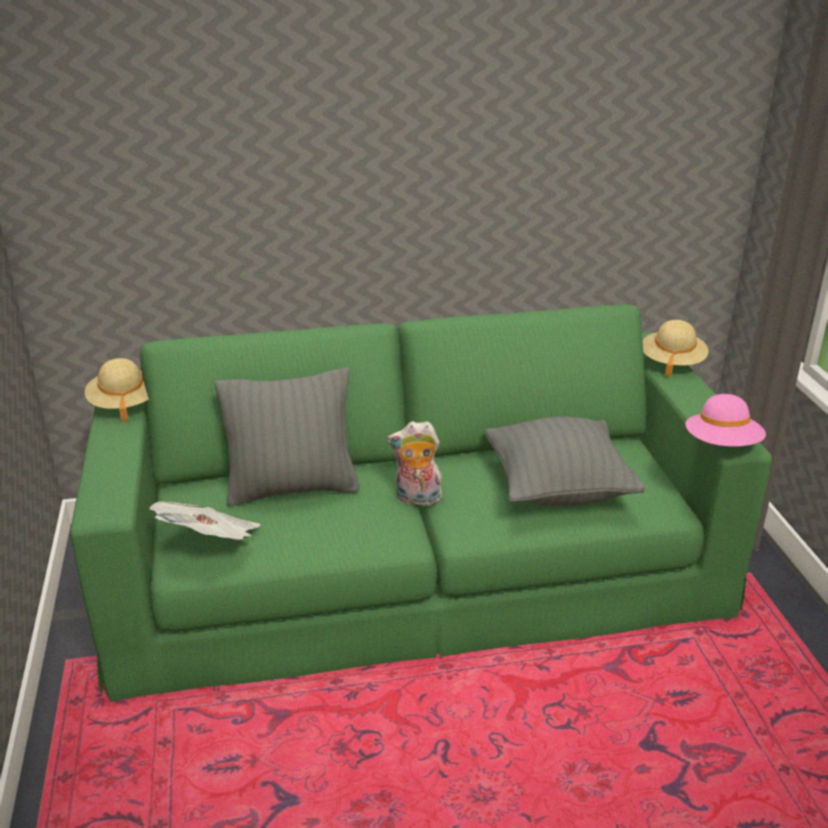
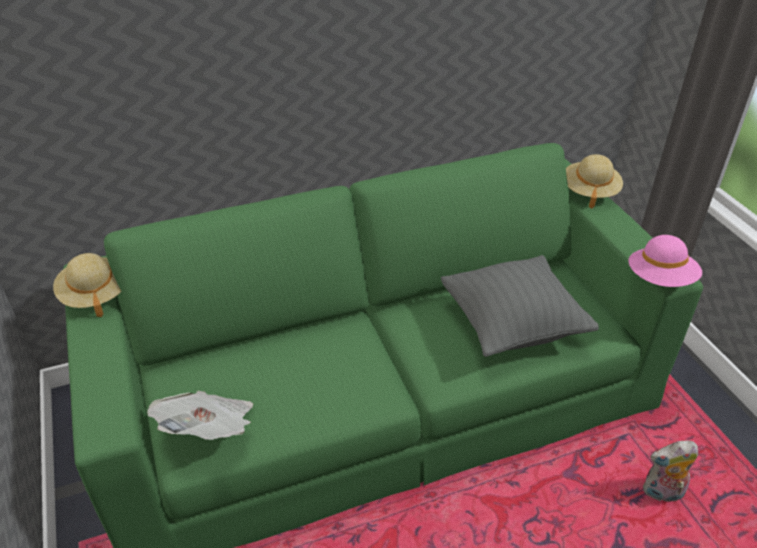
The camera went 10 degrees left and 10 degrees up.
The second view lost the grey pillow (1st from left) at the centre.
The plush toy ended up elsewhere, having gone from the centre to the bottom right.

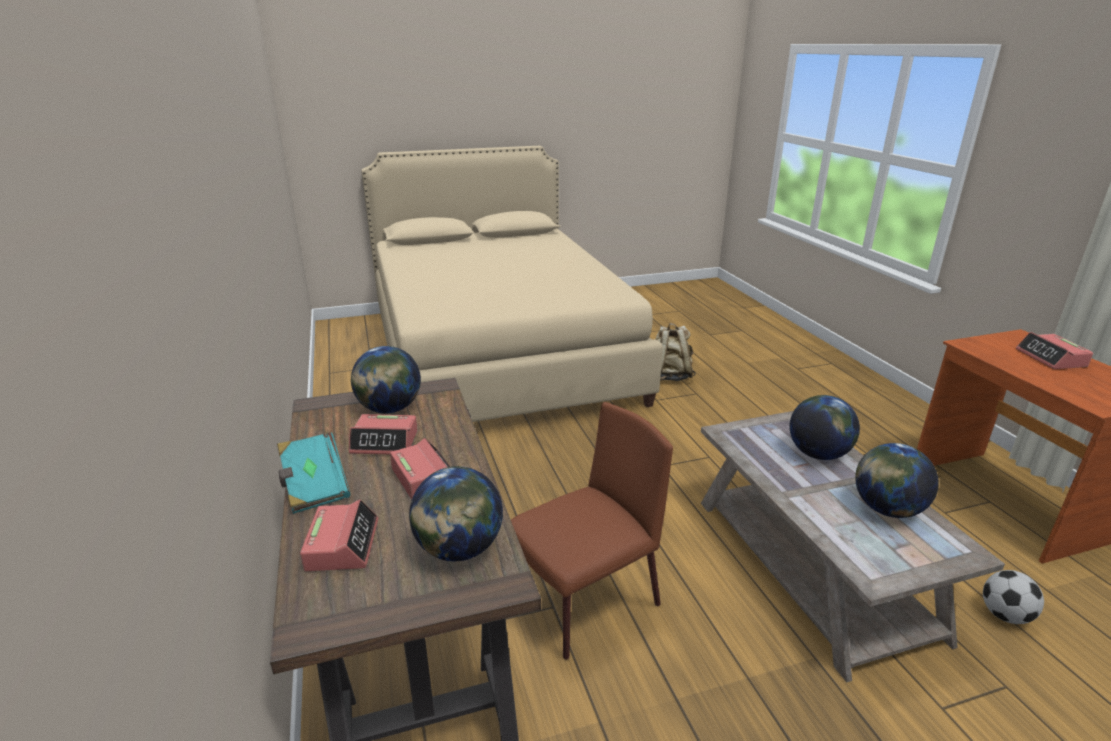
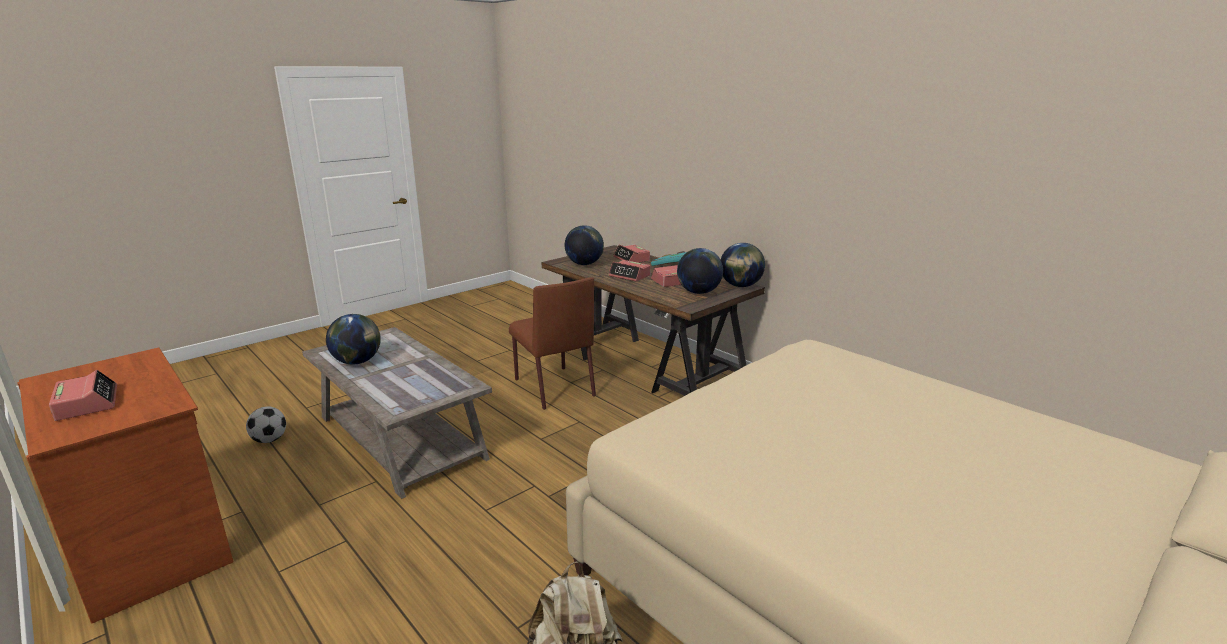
The camera went 155 degrees right and 5 degrees down.
The globe (3rd from left in the first image) ended up elsewhere, having gone from the middle right to the centre.
The brown chair at the bottom centre ended up facing another way, 60 degrees counterclockwise from before.

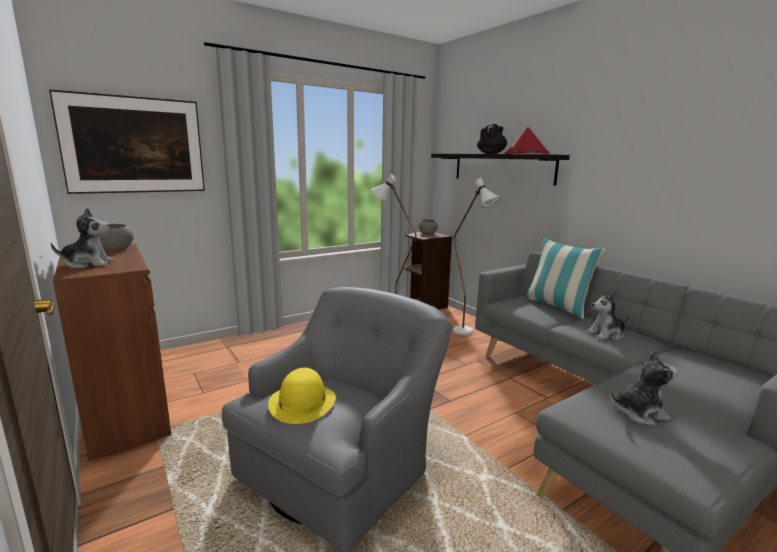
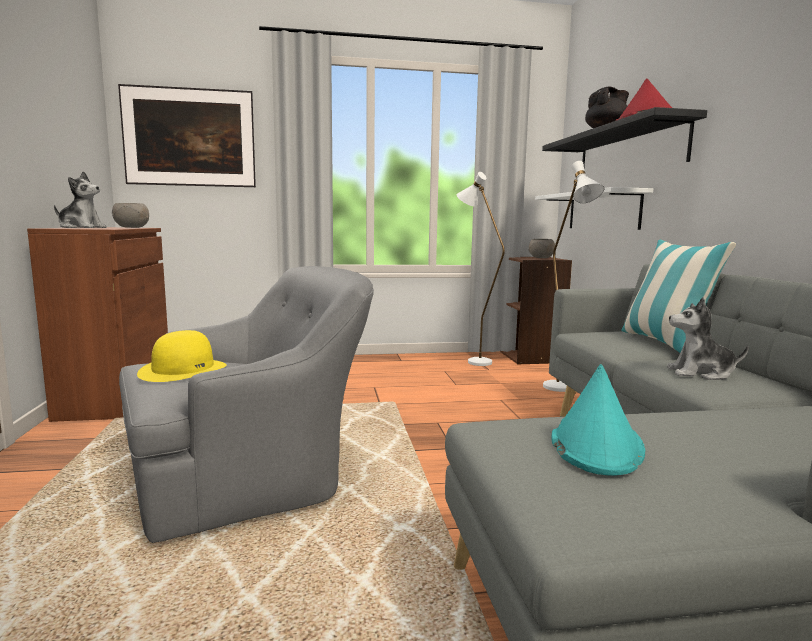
The camera went 25 degrees right and 5 degrees down.
Where the plush toy (3rd from left) stood at the bottom right, the turquoise hat came to stand at the middle right.
The second view gained the white shelf at the top right.

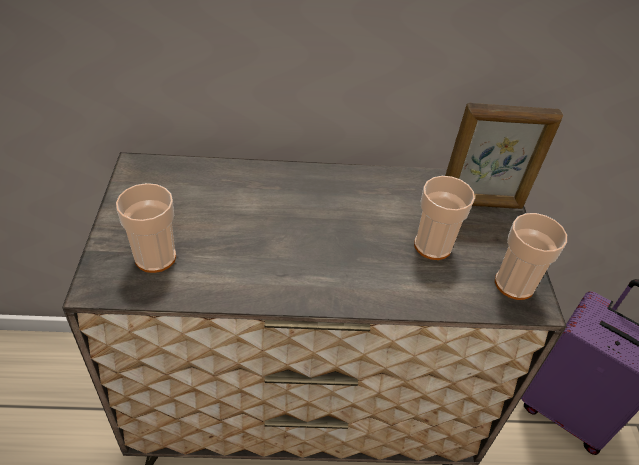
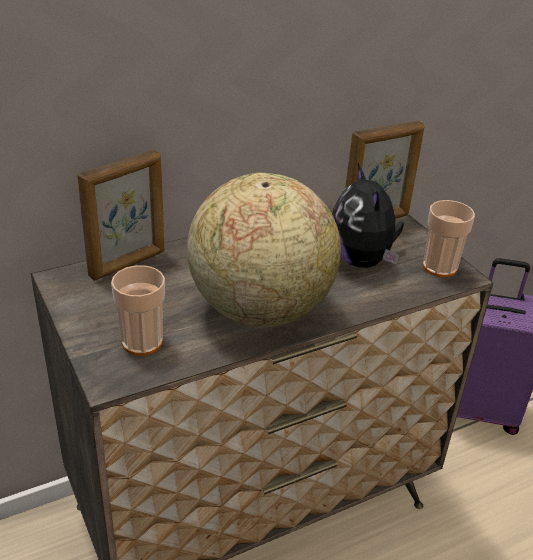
The camera went 25 degrees left and 10 degrees down.
Where the cup (2nd from left) stood at the middle right, the plush toy came to stand at the middle right.
The second view gained the picture frame (1st from left) at the middle left.
The second view gained the globe at the centre.

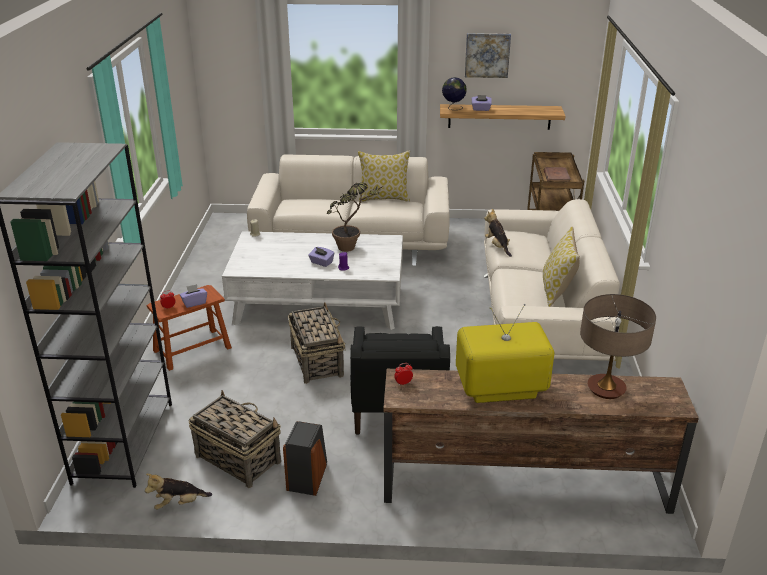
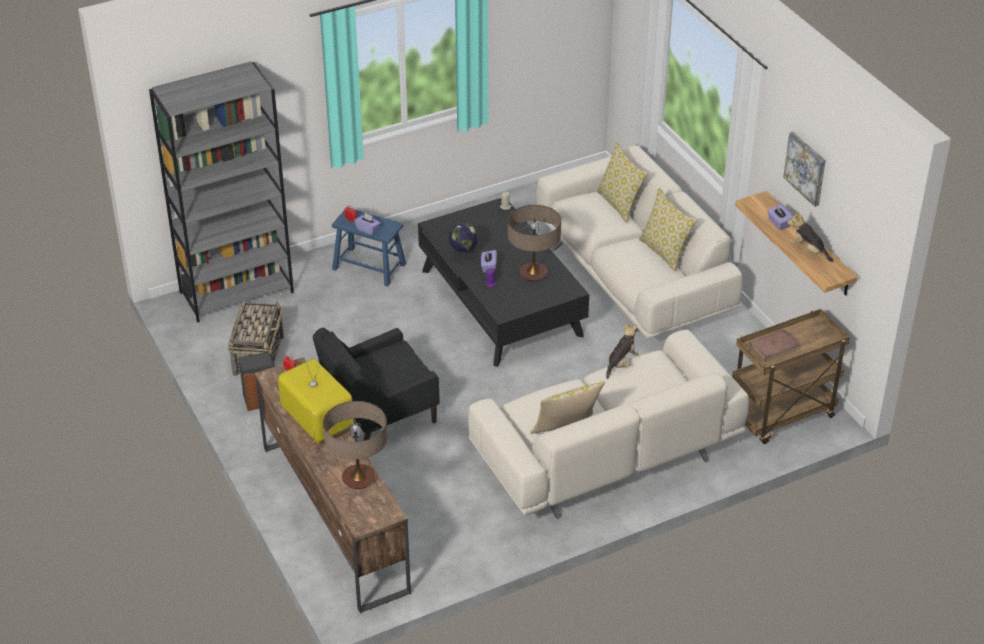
The camera went 60 degrees right and 10 degrees up.
The globe ended up elsewhere, having gone from the top centre to the centre.
Where the potted plant stood at the centre, the table lamp (2nd from left) came to stand at the centre.
What was the white coffee table at the centre turned into the black coffee table at the centre.
What was the brown stool at the middle left turned into the blue stool at the centre.
The second view lost the basket (2nd from left) at the centre.
The plush toy (1st from left in the first image) ended up elsewhere, having gone from the bottom left to the middle right.
The second view gained the pillow (2nd from left) at the top centre.

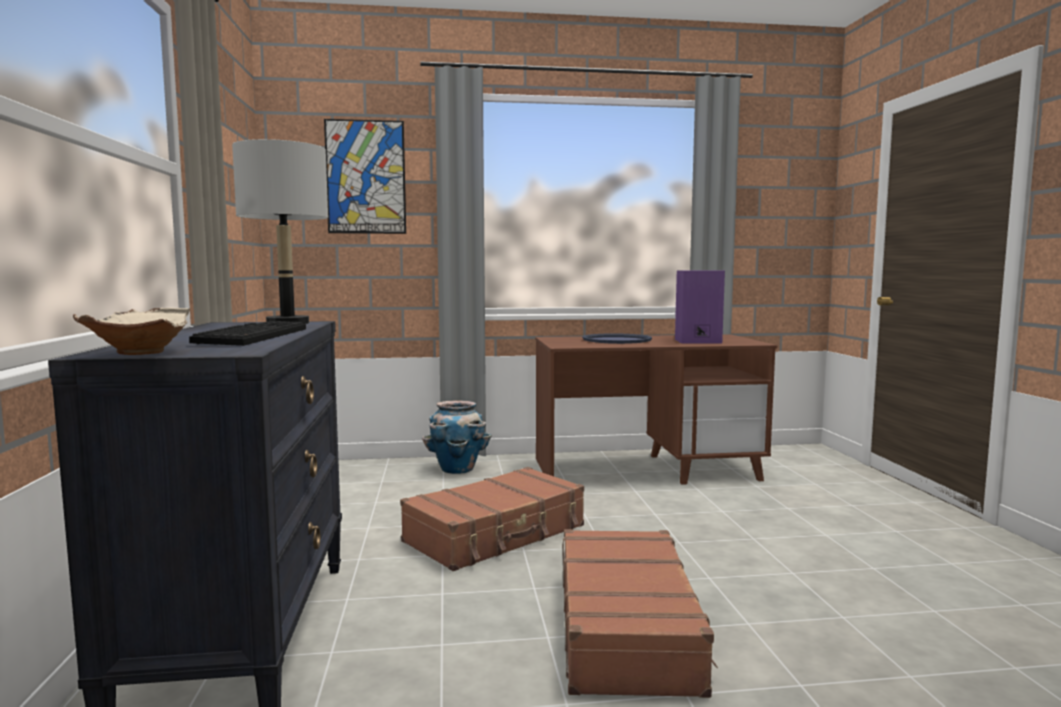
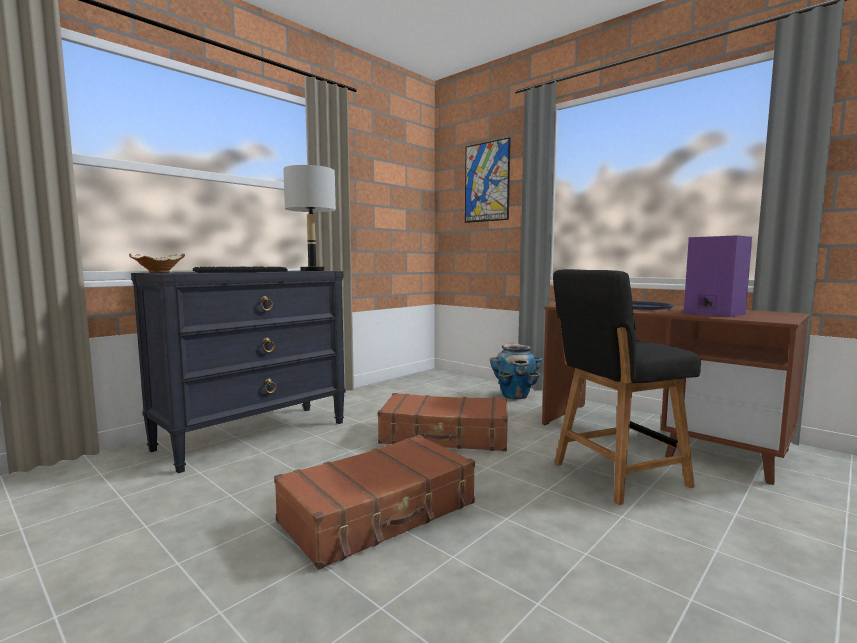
The camera went 50 degrees right and 0 degrees up.
The second view gained the black chair at the middle right.

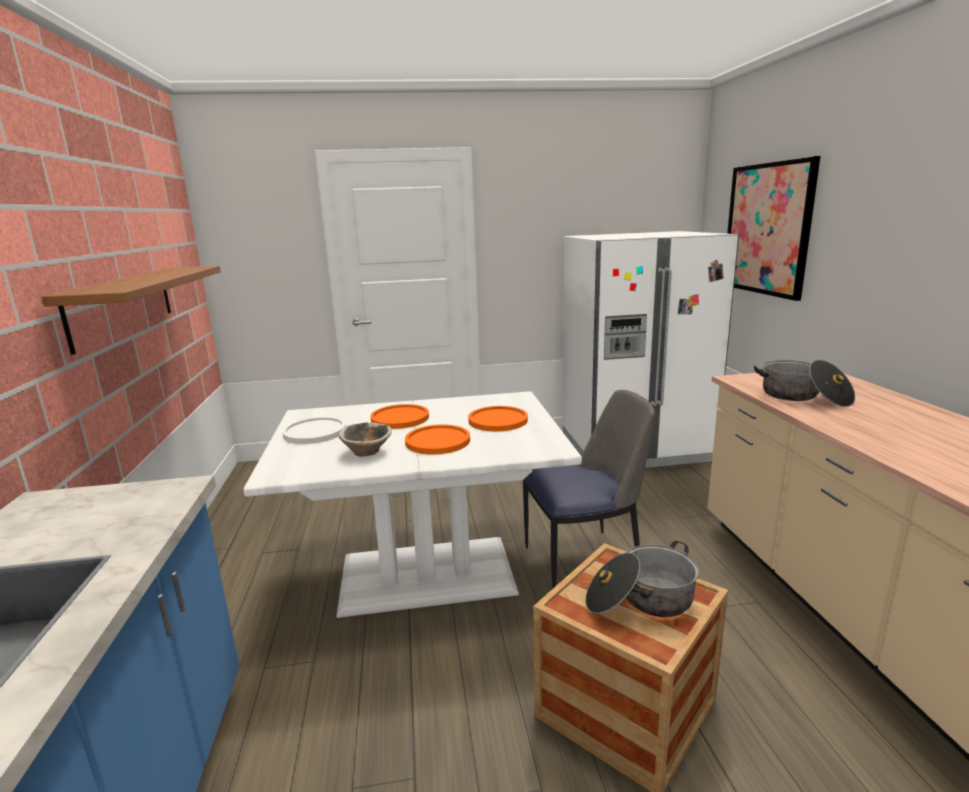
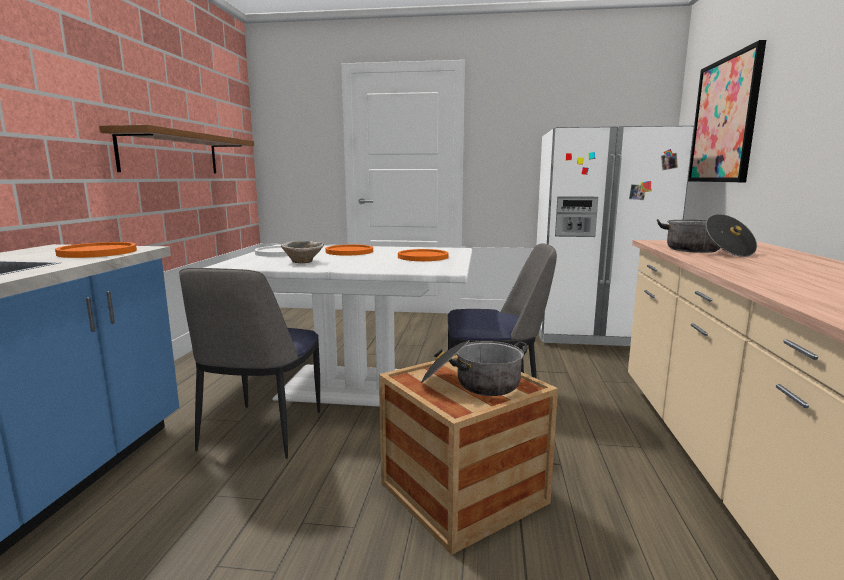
The camera went 15 degrees right and 5 degrees down.
The orange plate (2nd from left in the first image) ended up elsewhere, having gone from the centre to the middle left.
The second view gained the chair (1st from left) at the middle left.

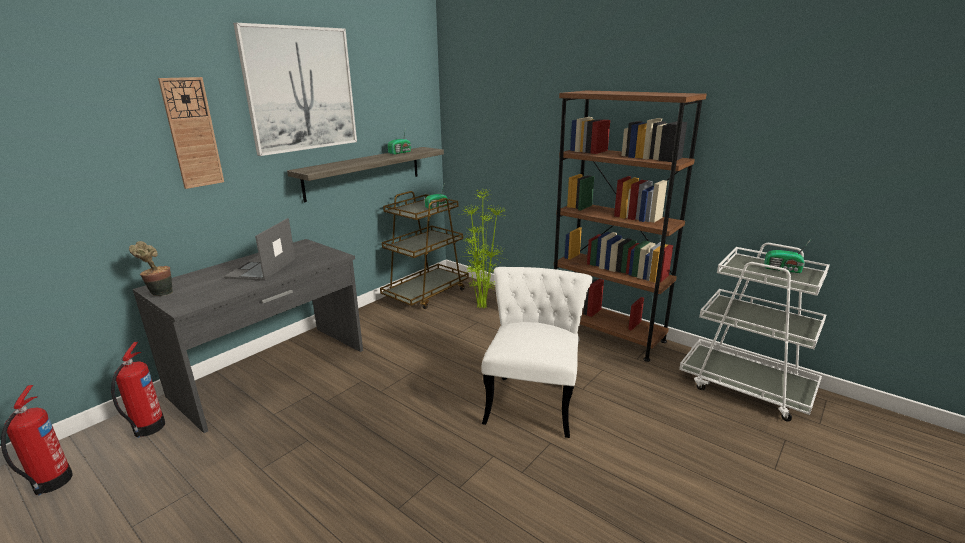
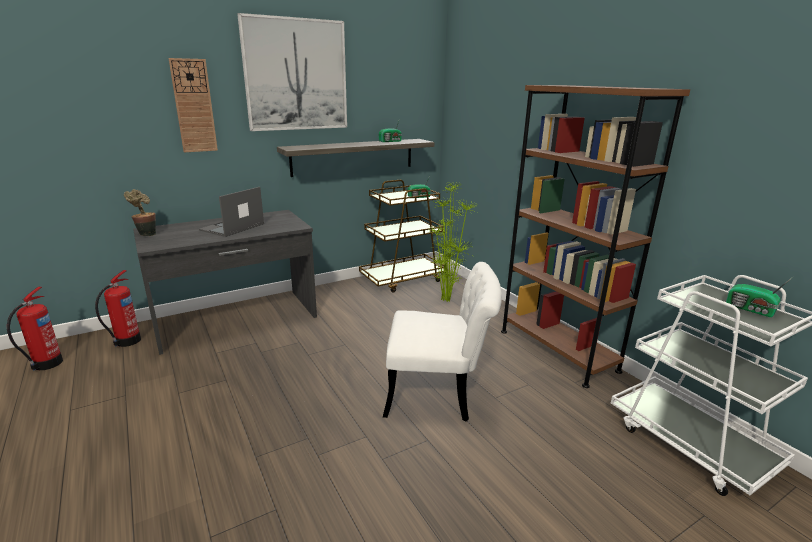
The camera went 20 degrees right and 0 degrees up.
The white chair at the centre ended up facing another way, 60 degrees clockwise from before.

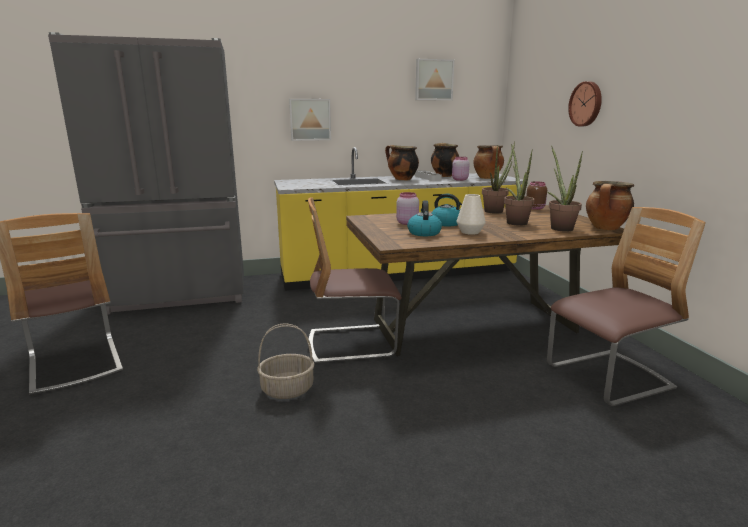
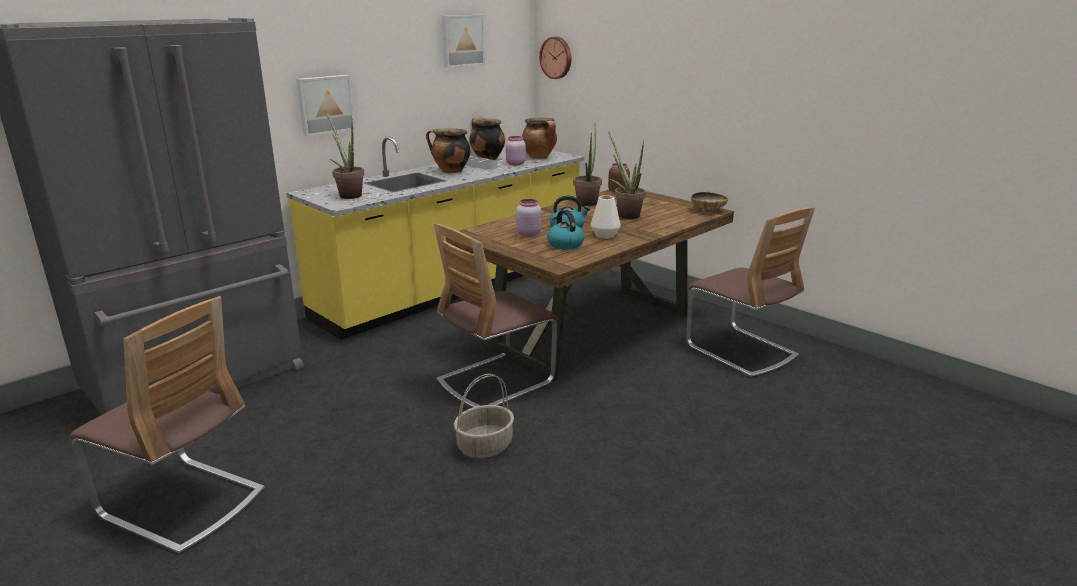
The camera went 30 degrees left and 5 degrees up.
The wall clock ended up elsewhere, having gone from the top right to the top centre.
The potted plant (3rd from left in the first image) ended up elsewhere, having gone from the middle right to the top left.
Where the cooking pot (4th from left) stood at the middle right, the beige bowl came to stand at the centre.
The chair (3rd from left) at the middle right ended up facing another way, 105 degrees clockwise from before.

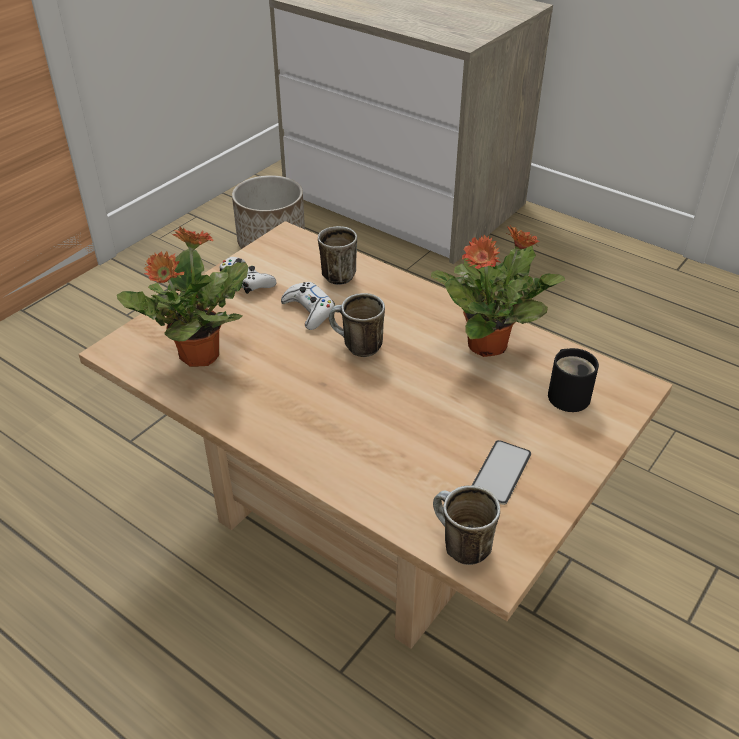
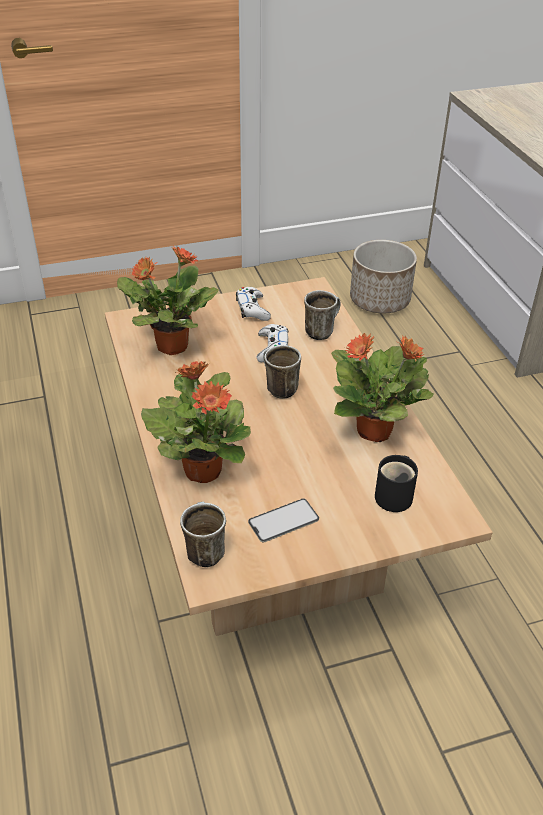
The camera went 35 degrees right and 0 degrees up.
The second view gained the potted plant (2nd from left) at the centre.

